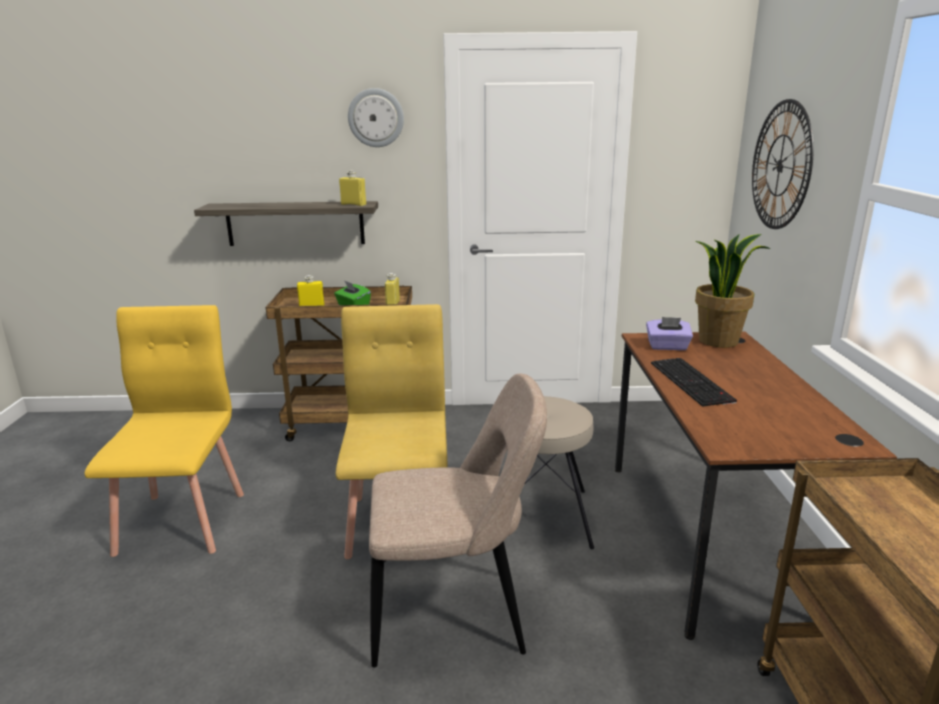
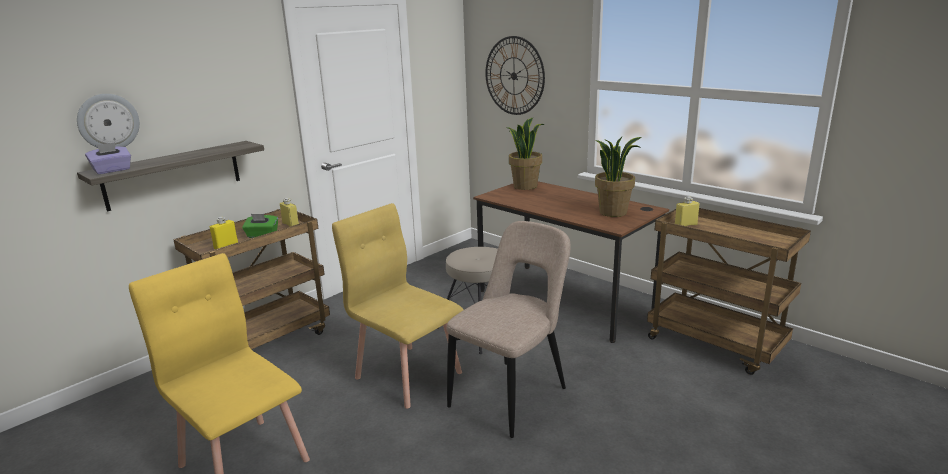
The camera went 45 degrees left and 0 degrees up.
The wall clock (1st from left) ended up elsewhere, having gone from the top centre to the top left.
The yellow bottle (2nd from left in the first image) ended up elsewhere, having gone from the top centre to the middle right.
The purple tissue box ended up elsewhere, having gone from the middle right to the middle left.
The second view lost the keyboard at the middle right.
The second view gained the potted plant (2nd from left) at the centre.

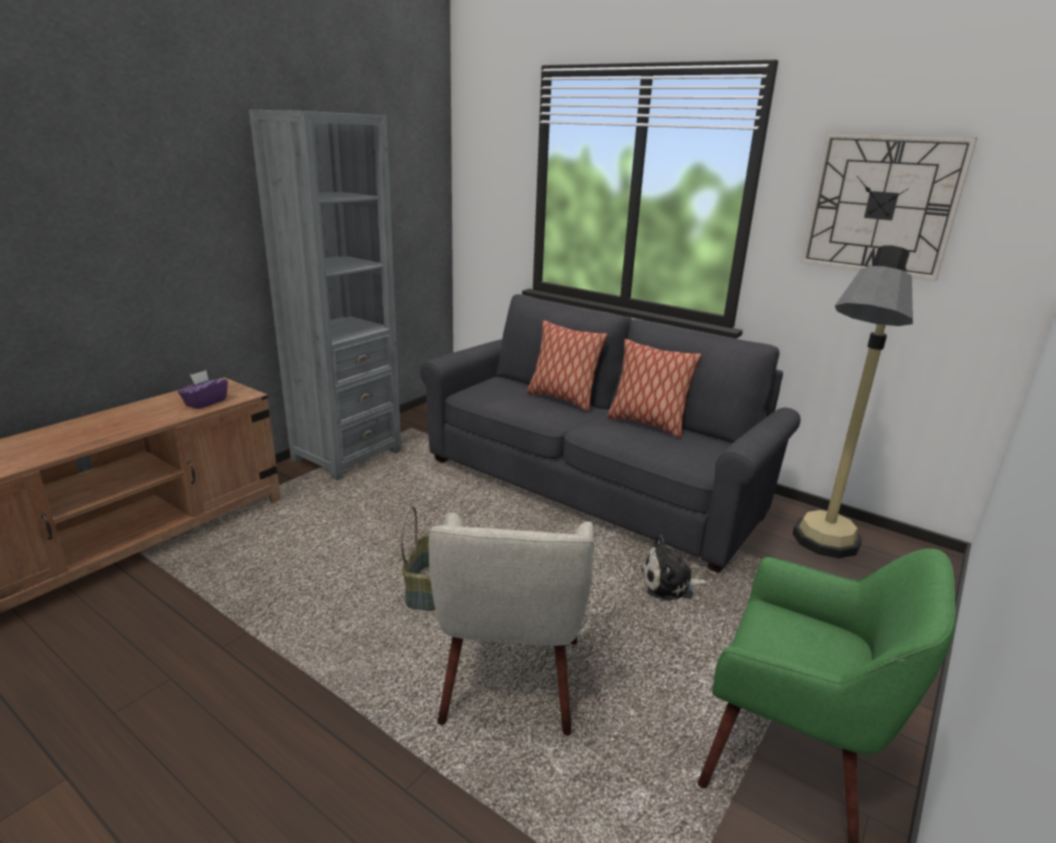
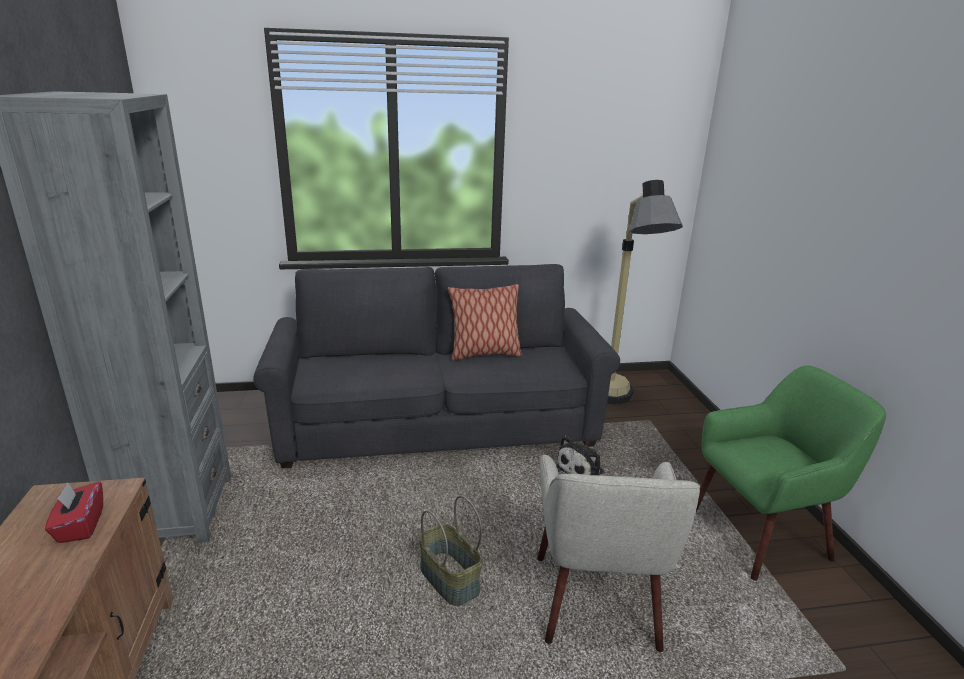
The camera went 45 degrees left and 0 degrees up.
The second view lost the wall clock at the top right.
The second view lost the pillow (1st from left) at the centre.
What was the purple tissue box at the middle left turned into the red tissue box at the bottom left.
The beige armchair at the bottom centre ended up facing another way, 45 degrees clockwise from before.

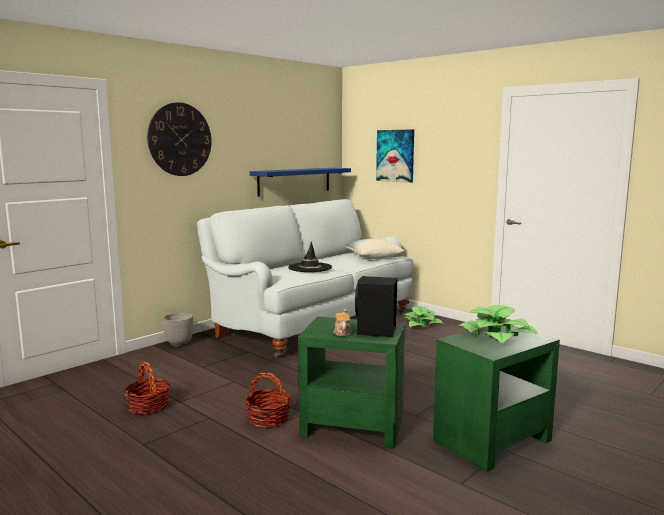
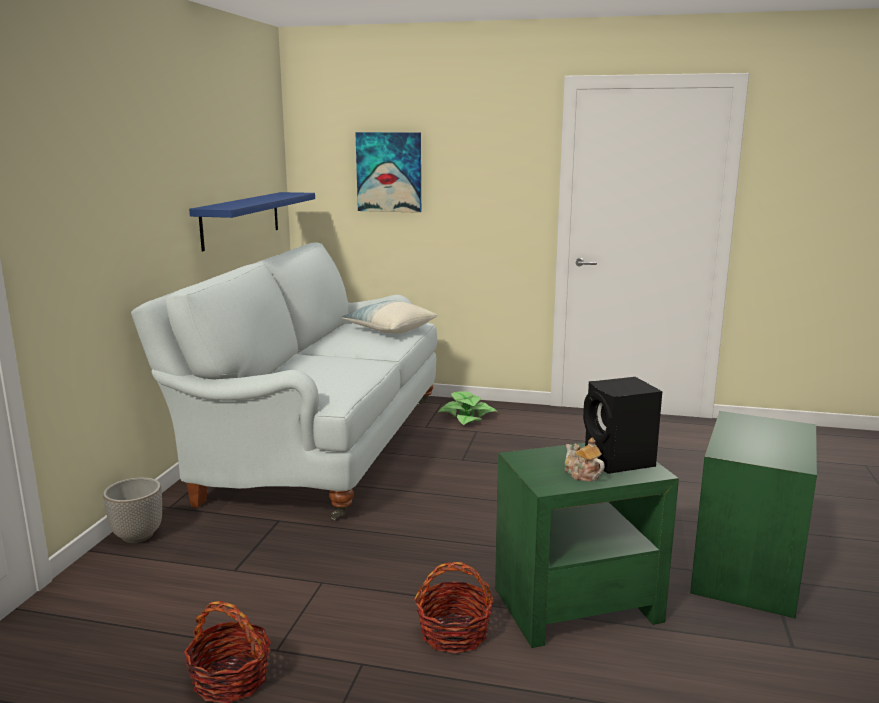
The camera went 30 degrees left and 5 degrees up.
The second view lost the wall clock at the top left.
The second view lost the black hat at the centre.
The second view lost the potted plant (2nd from left) at the middle right.

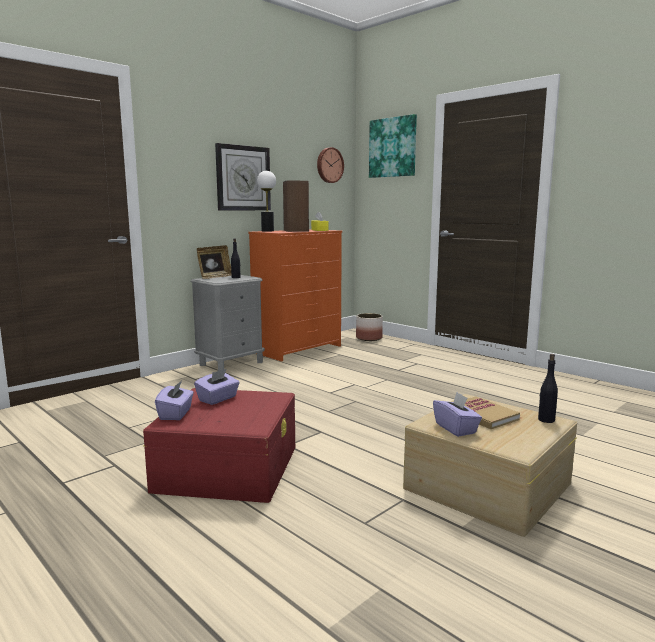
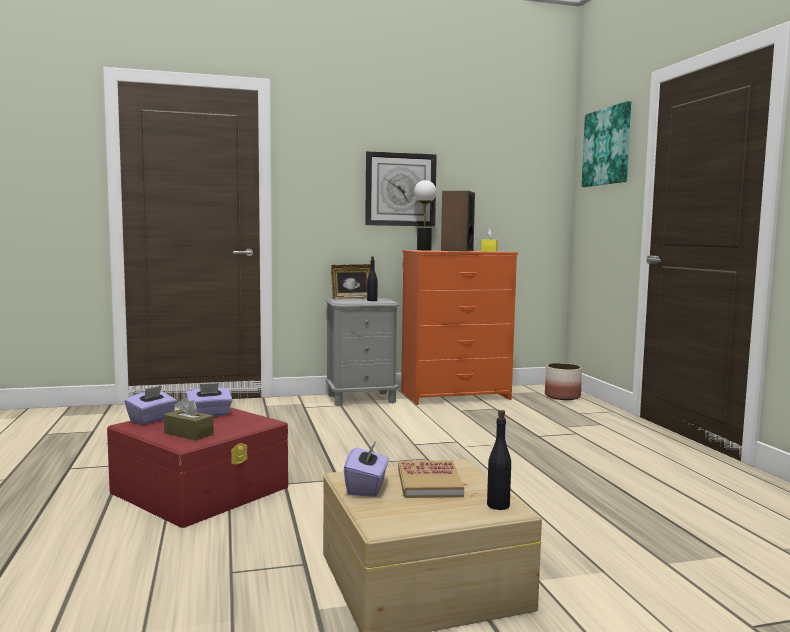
The camera went 30 degrees right and 5 degrees down.
The second view lost the wall clock (2nd from left) at the top centre.
The second view gained the brown tissue box at the middle left.

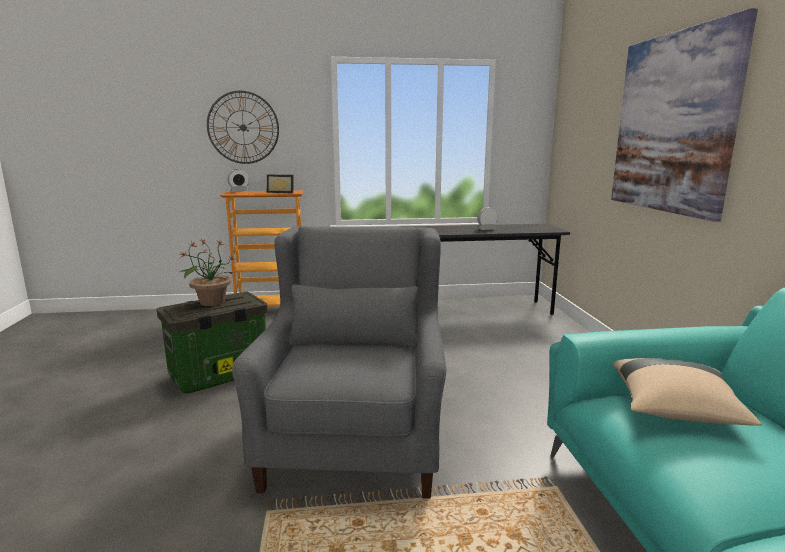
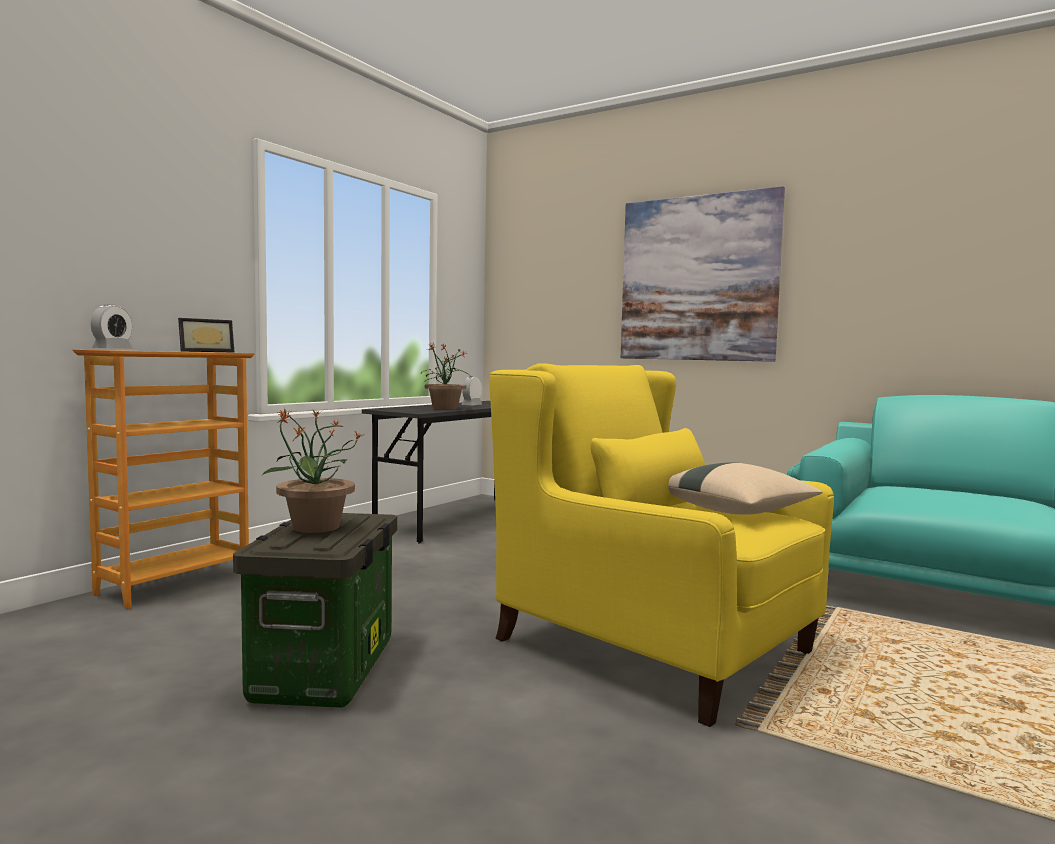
The camera went 50 degrees left and 10 degrees down.
The second view lost the wall clock at the top left.
What was the grey armchair at the centre turned into the yellow armchair at the centre.
The beige pillow ended up elsewhere, having gone from the bottom right to the middle right.
The second view gained the potted plant (2nd from left) at the centre.

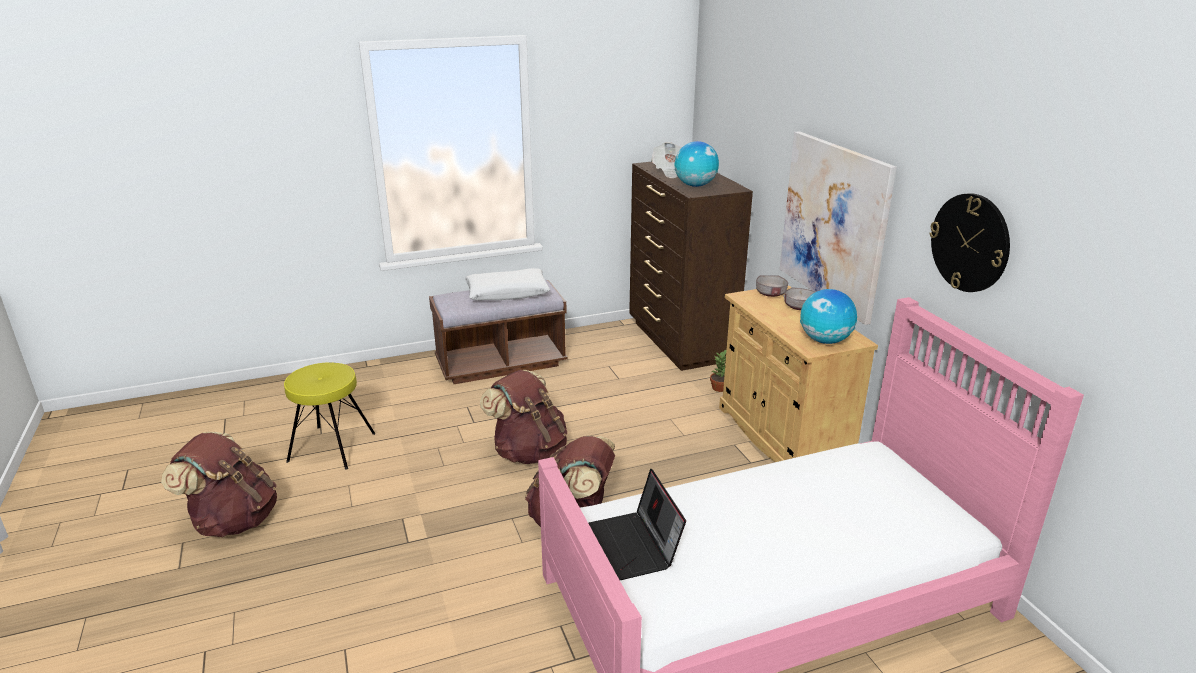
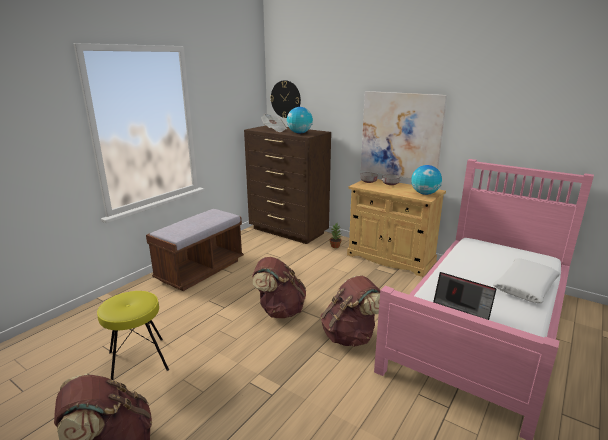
The camera went 35 degrees left and 5 degrees down.
The wall clock ended up elsewhere, having gone from the middle right to the top centre.
The white pillow ended up elsewhere, having gone from the centre to the middle right.

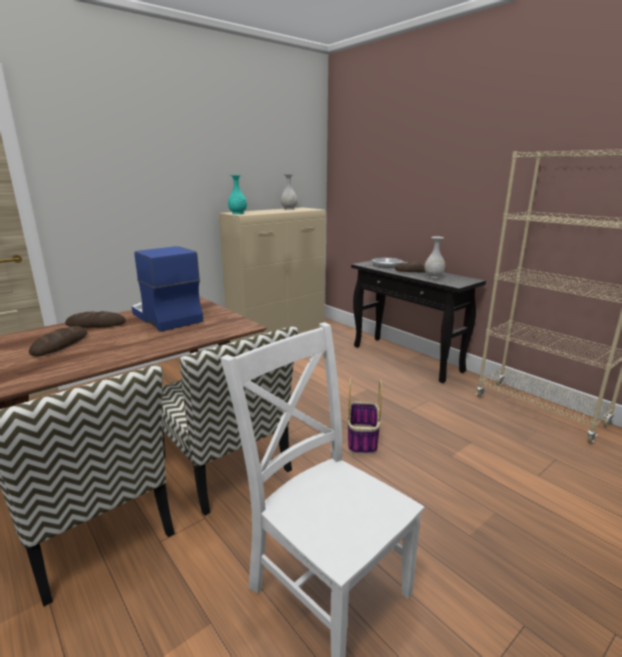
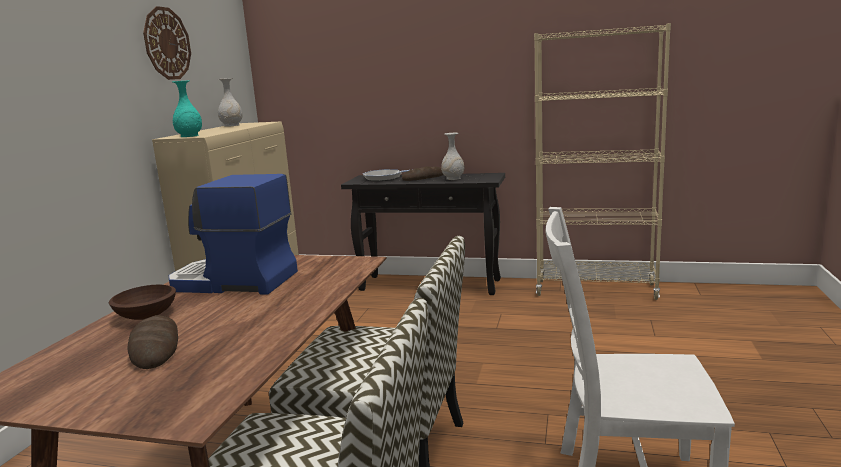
The camera went 35 degrees left and 5 degrees down.
Where the bread (2nd from left) stood at the middle left, the brown bowl came to stand at the middle left.
The second view lost the basket at the centre.
The second view gained the wall clock at the top left.

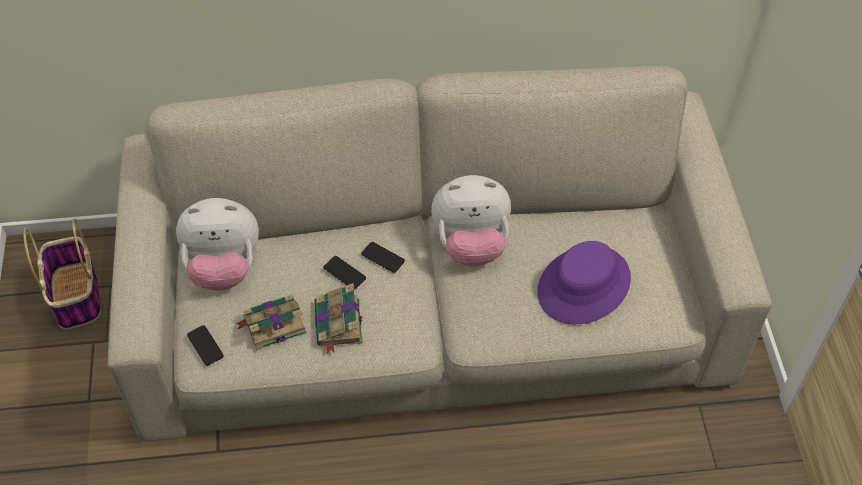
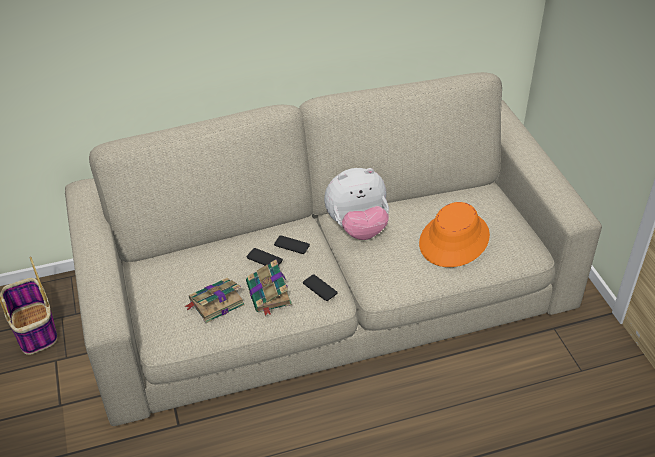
The camera went 10 degrees left and 10 degrees down.
The second view lost the plush toy (1st from left) at the middle left.
What was the purple hat at the middle right turned into the orange hat at the middle right.
The phone (1st from left in the first image) ended up elsewhere, having gone from the bottom left to the centre.

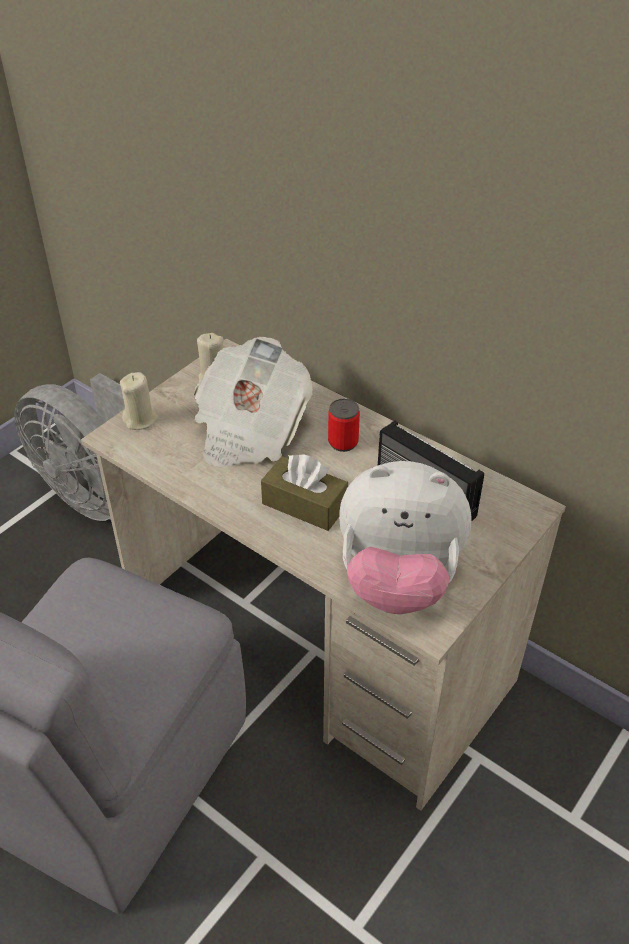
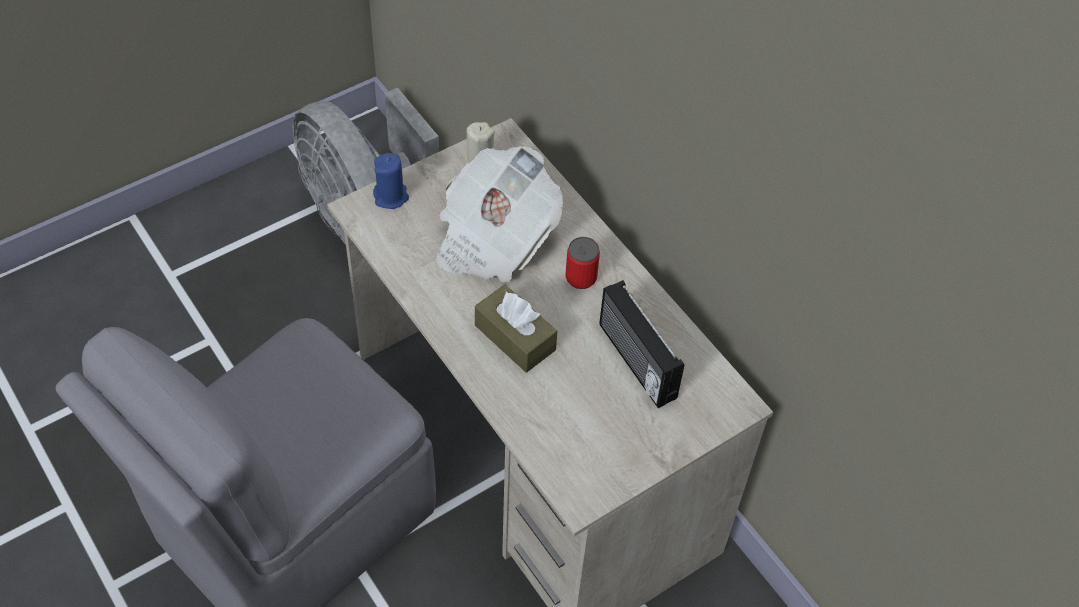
The camera went 15 degrees right and 10 degrees up.
What was the beige candle (1st from left) at the middle left turned into the blue candle at the top centre.
The second view lost the plush toy at the centre.

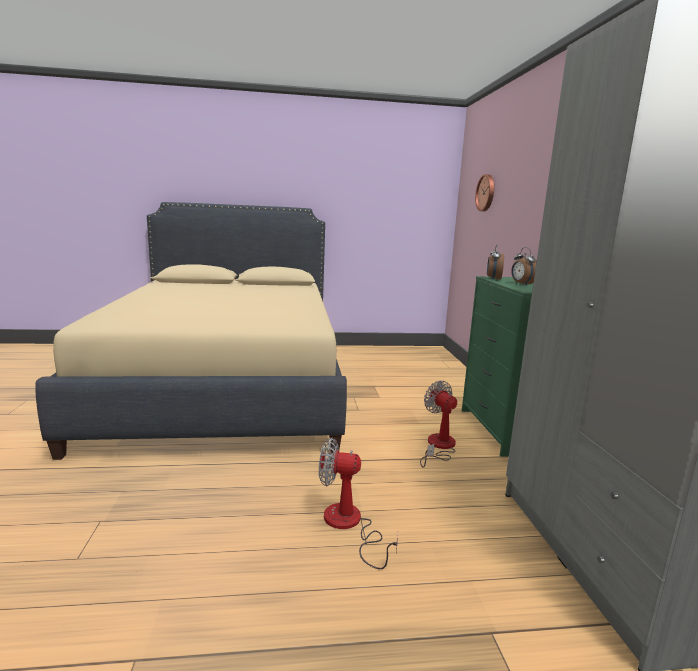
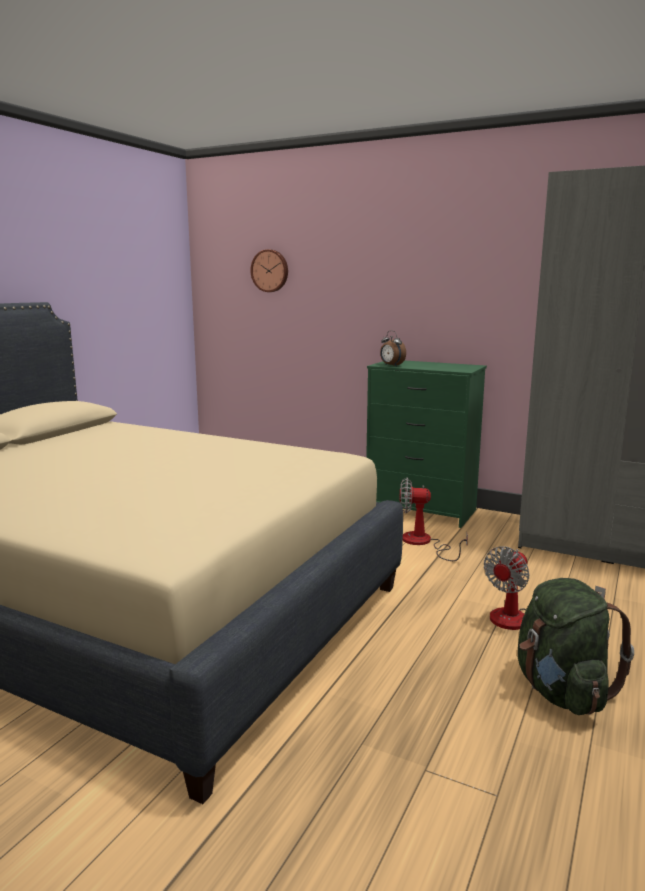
The camera went 55 degrees left and 0 degrees up.
The second view lost the alarm clock (2nd from left) at the middle right.
The second view gained the green backpack at the bottom right.

